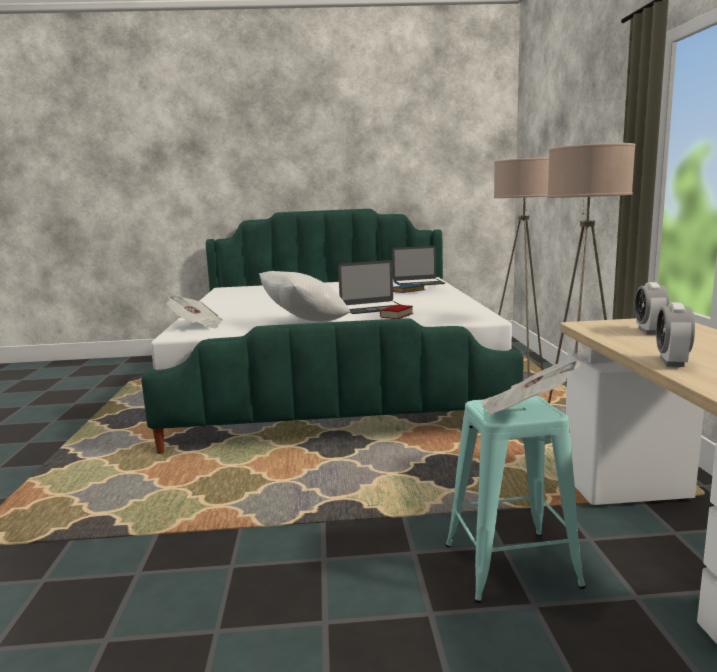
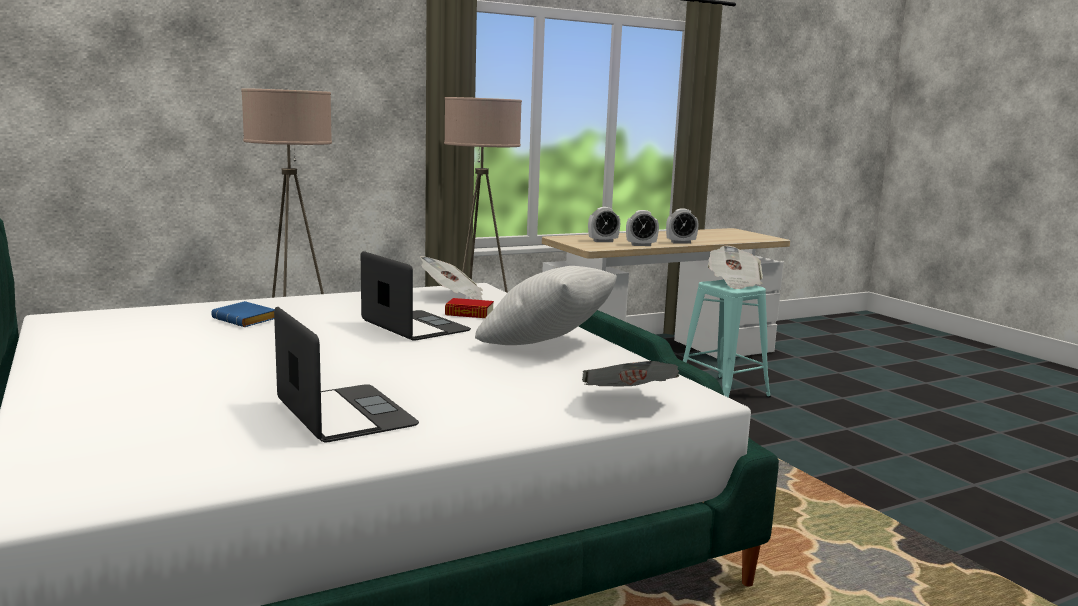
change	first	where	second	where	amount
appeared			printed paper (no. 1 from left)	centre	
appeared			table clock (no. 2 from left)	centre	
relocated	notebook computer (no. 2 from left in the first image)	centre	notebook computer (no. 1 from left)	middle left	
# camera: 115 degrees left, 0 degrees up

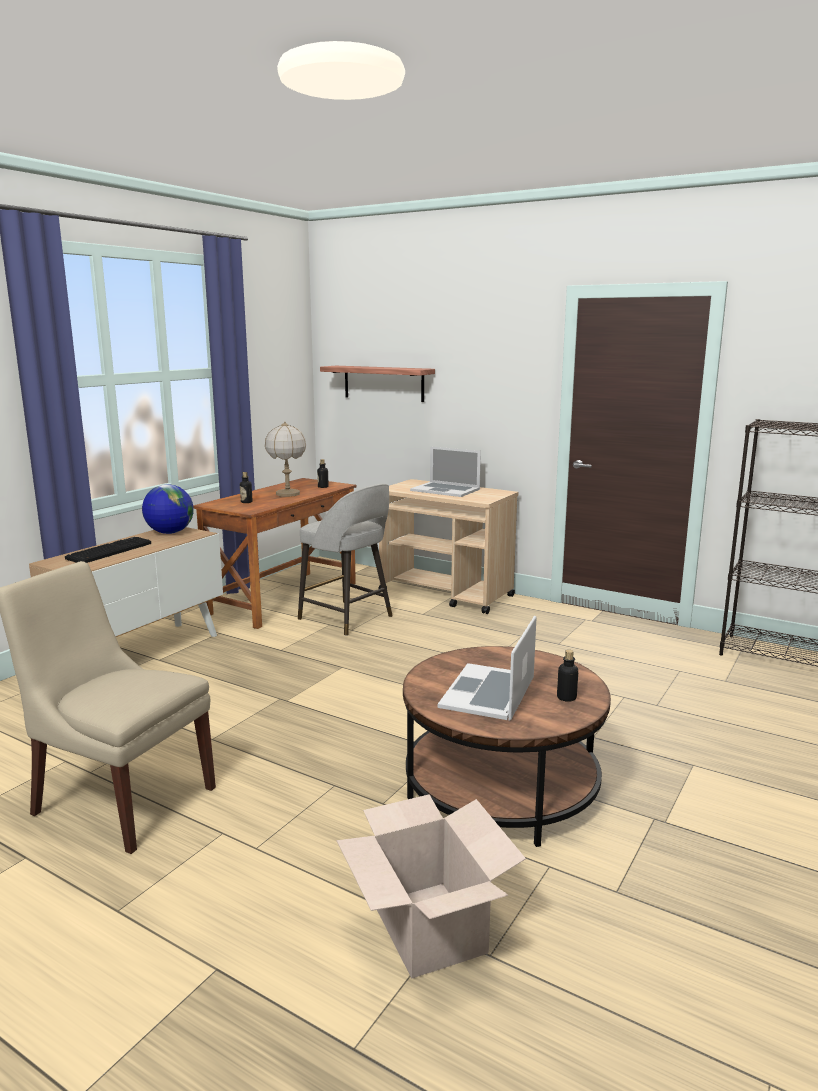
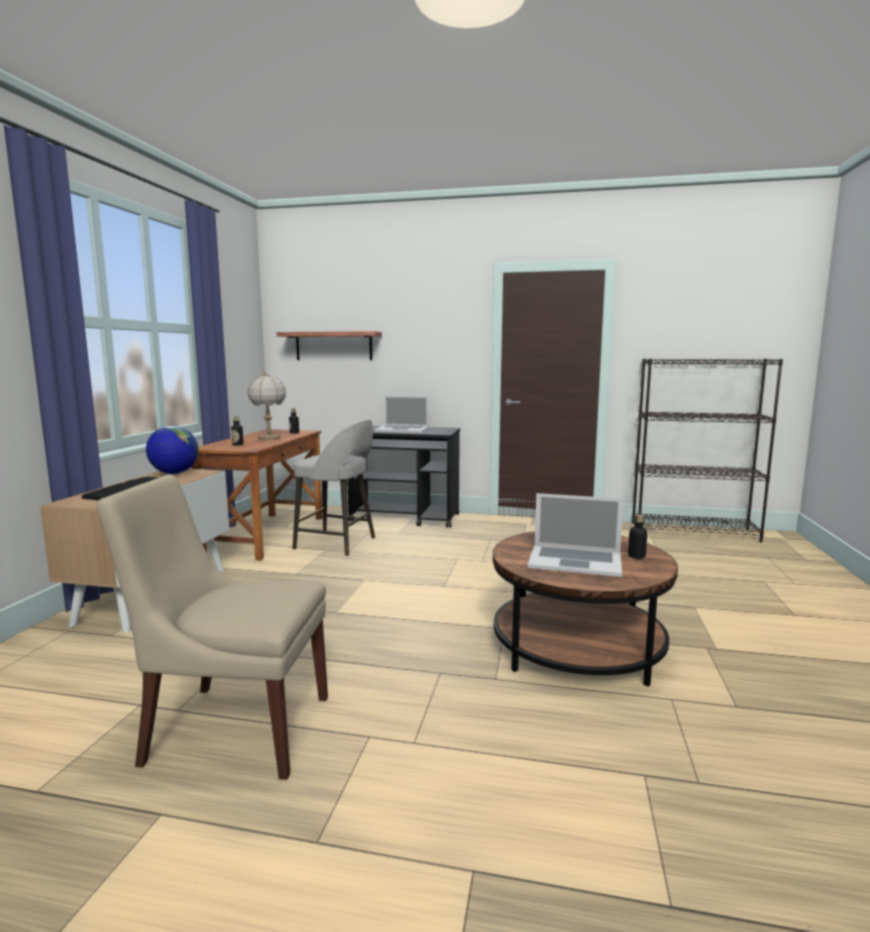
change	first	where	second	where	amount
missing	cardboard box	bottom centre			
colour	sand-coloured trolley	centre	blackish trolley	centre	
spun	notebook computer (no. 2 from left)	centre		centre	75 degrees counterclockwise
# camera: 20 degrees left, 5 degrees down

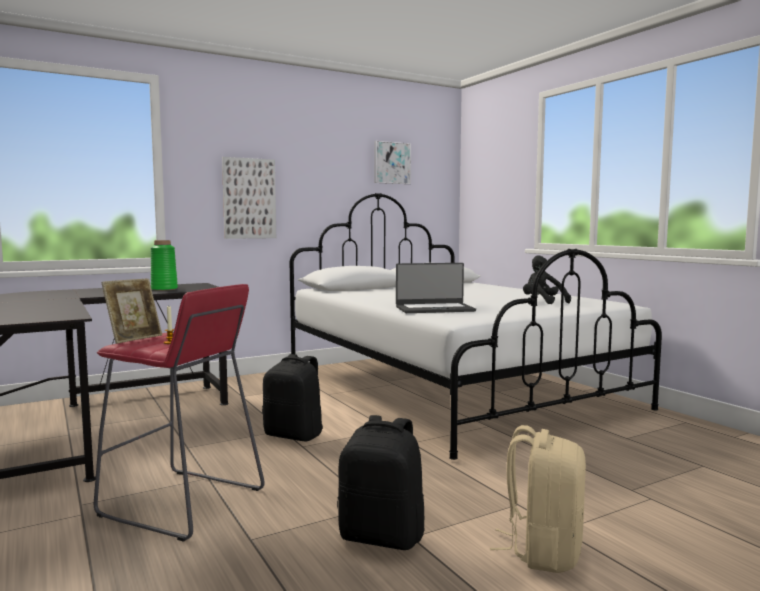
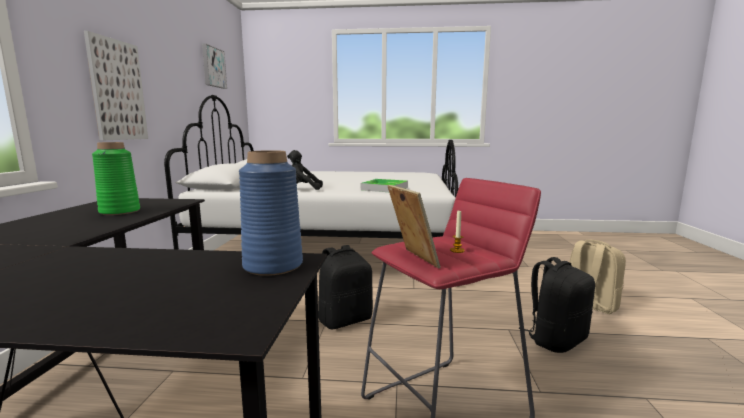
change	first	where	second	where	amount
appeared			blue vase	centre	
relocated	blackish soft toy	middle right		centre	
exchanged	notebook computer	centre	carrying tray	centre	
# camera: 55 degrees left, 5 degrees up

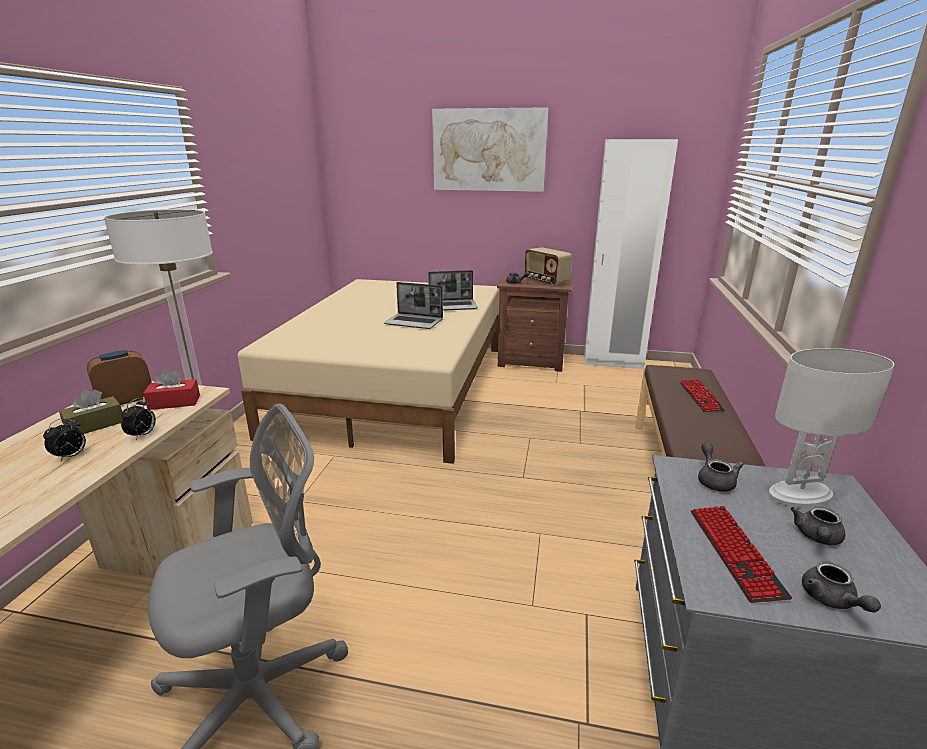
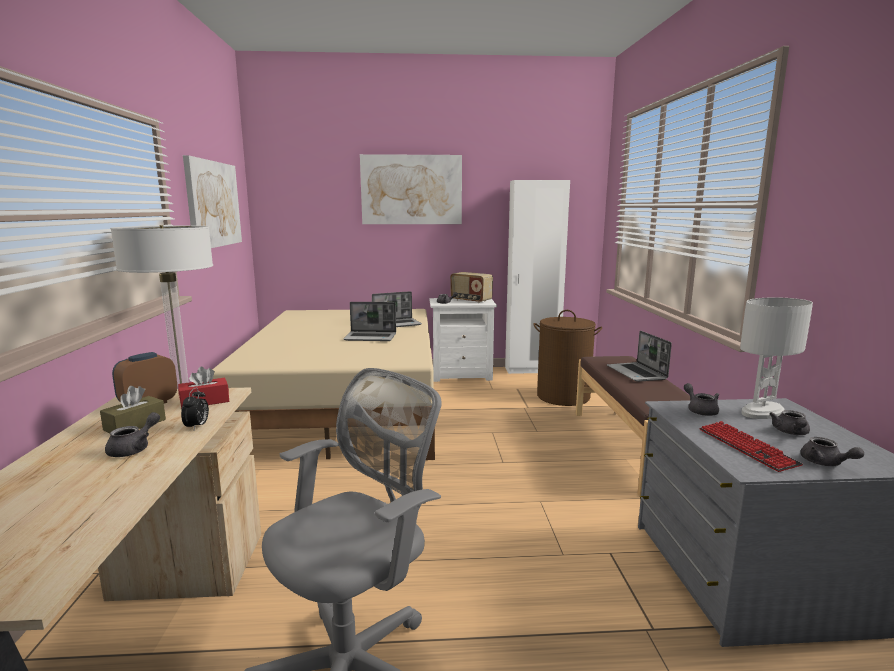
change	first	where	second	where	amount
appeared			wall art (no. 1 from left)	top left	
appeared			brown hamper	centre	
exchanged	table clock (no. 1 from left)	middle left	grey tea pot (no. 1 from left)	middle left	
exchanged	PC keyboard (no. 1 from left)	middle right	notebook computer (no. 3 from left)	middle right	
colour	brown nightstand	centre	white nightstand	centre	
# camera: 15 degrees left, 10 degrees down

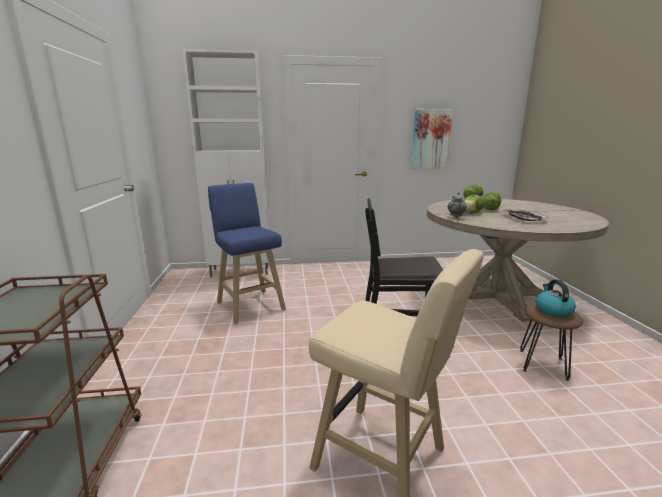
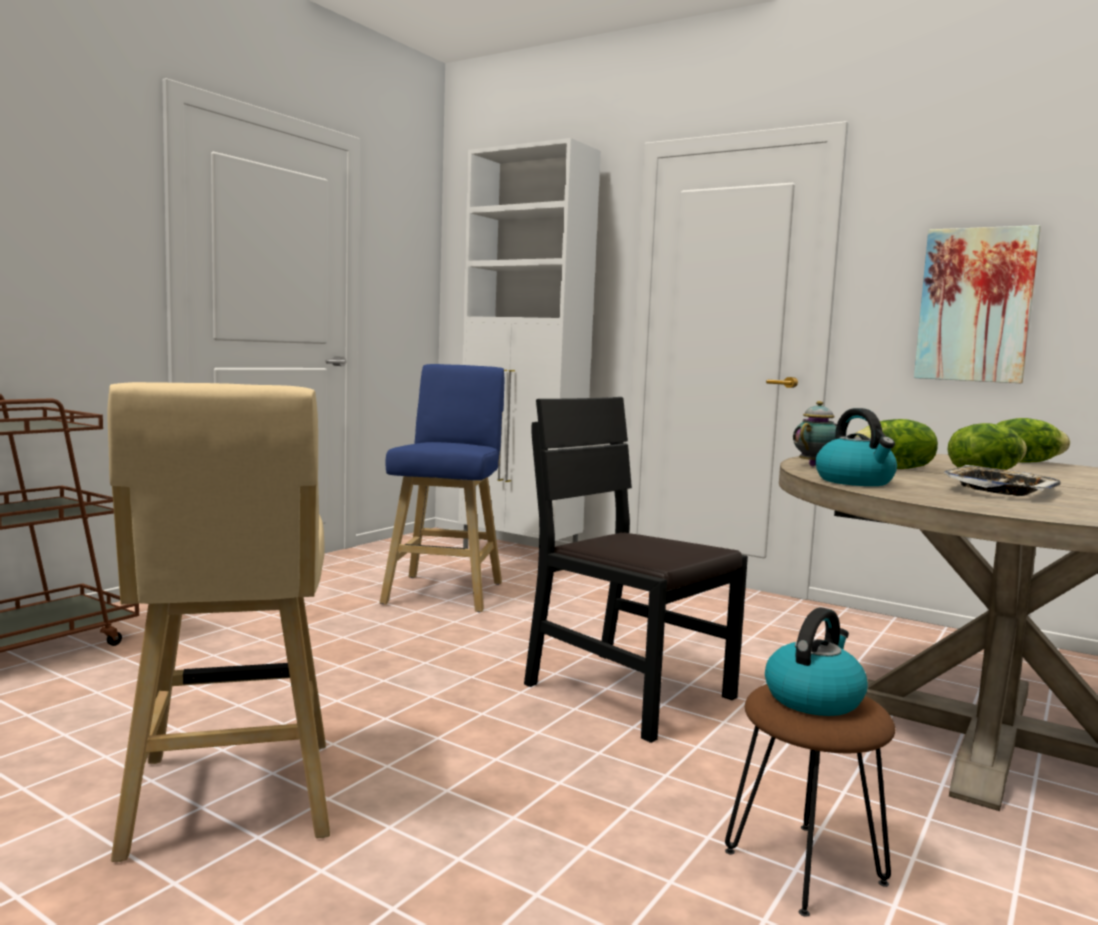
change	first	where	second	where	amount
appeared			tea kettle (no. 2 from left)	middle right	
# camera: 40 degrees right, 10 degrees down

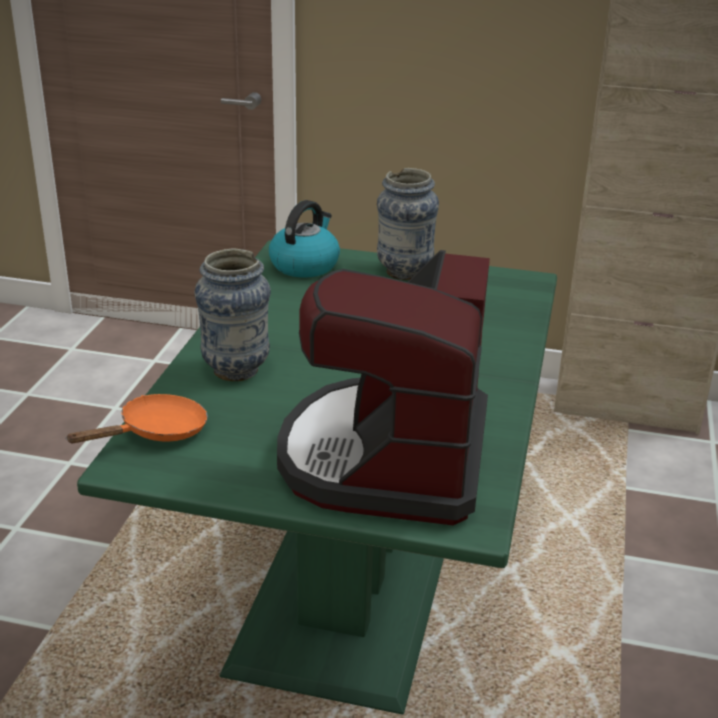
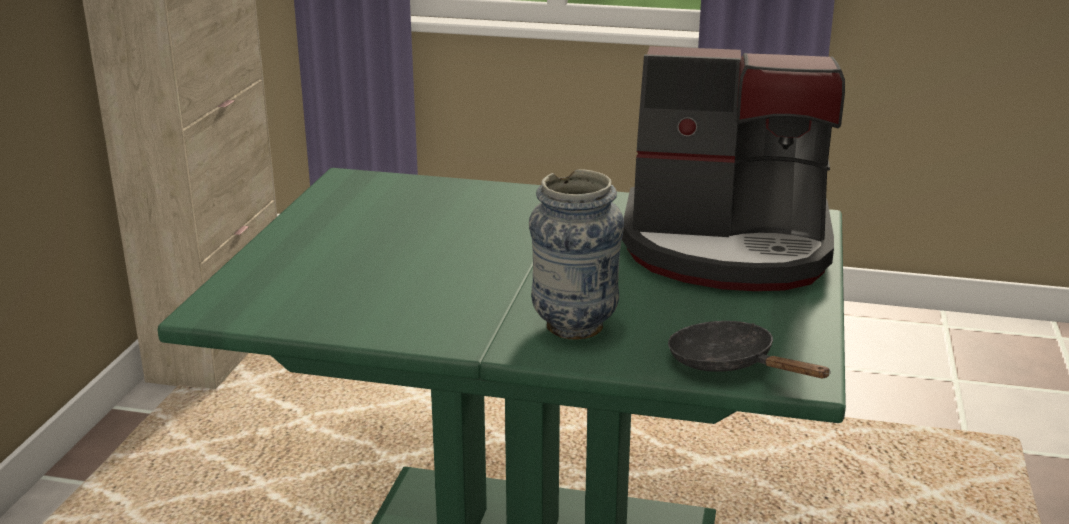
change	first	where	second	where	amount
missing	tea kettle	top centre			
missing	vase (no. 2 from left)	top centre			
colour	orange skillet	middle left	blackish skillet	middle right	
# camera: 90 degrees left, 5 degrees down

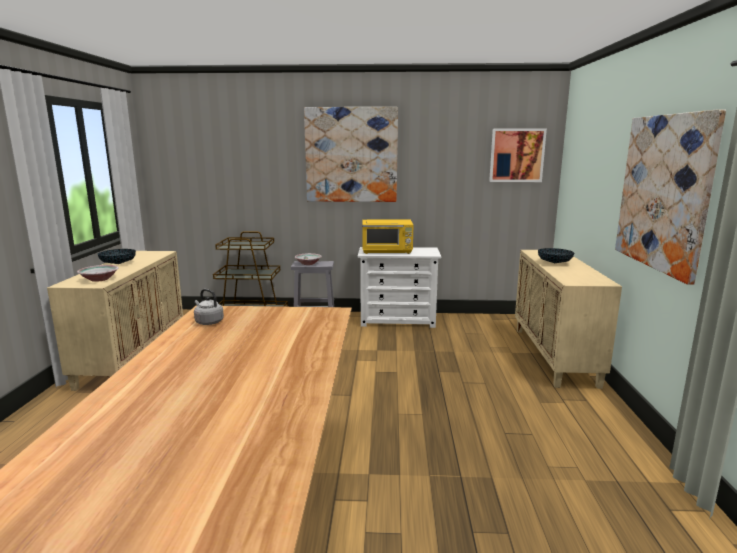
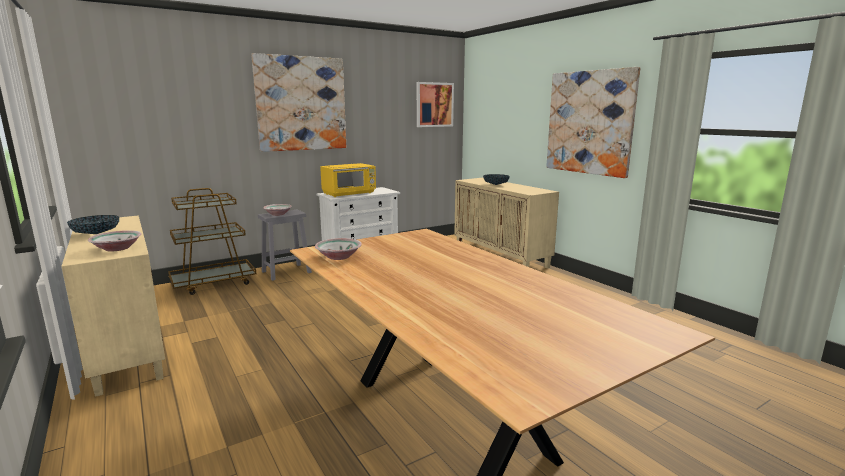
change	first	where	second	where	amount
exchanged	grey tea kettle	middle left	serving bowl (no. 4 from left)	centre	
# camera: 35 degrees left, 0 degrees up

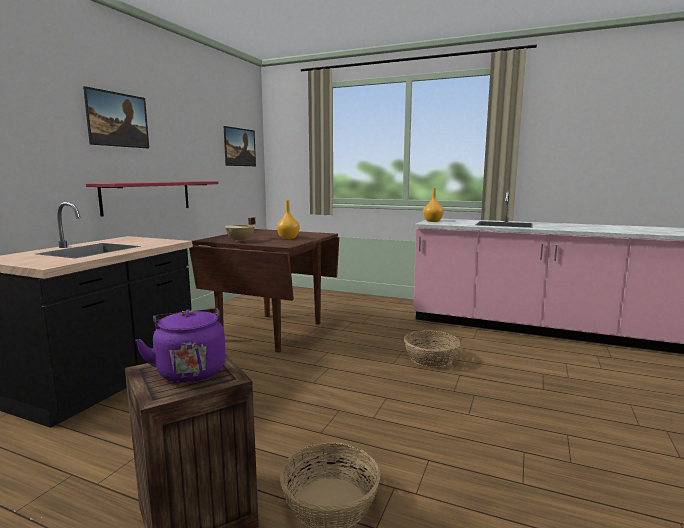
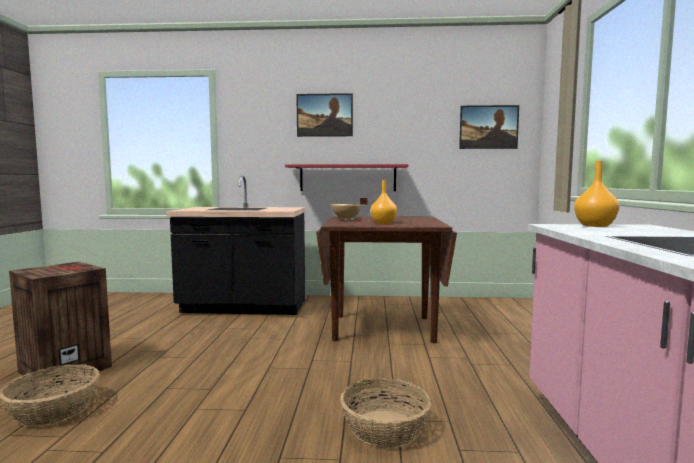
change	first	where	second	where	amount
missing	purple tea kettle	middle left			
# camera: 70 degrees right, 5 degrees down

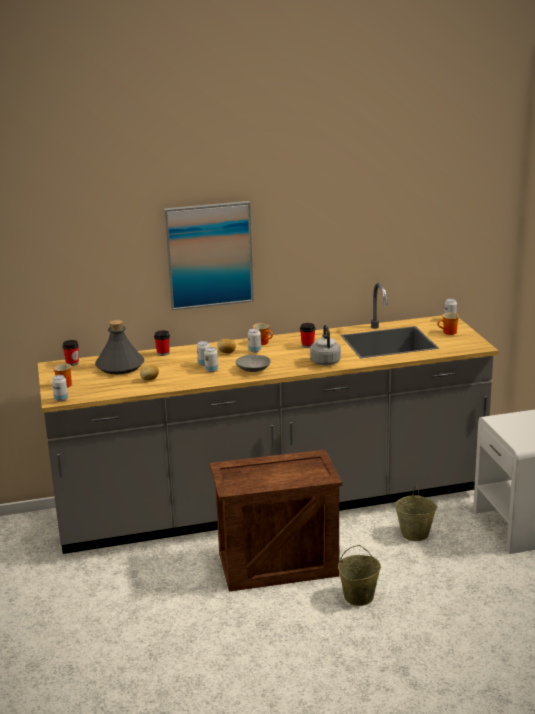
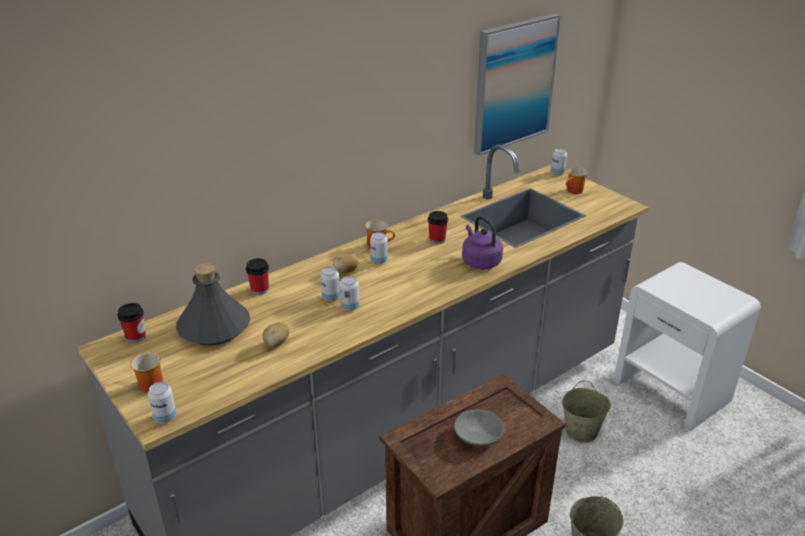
change	first	where	second	where	amount
relocated	wall art	centre		top centre	
relocated	grey serving bowl	centre		bottom centre	
colour	grey tea kettle	centre	purple tea kettle	centre	
# camera: 25 degrees left, 10 degrees up

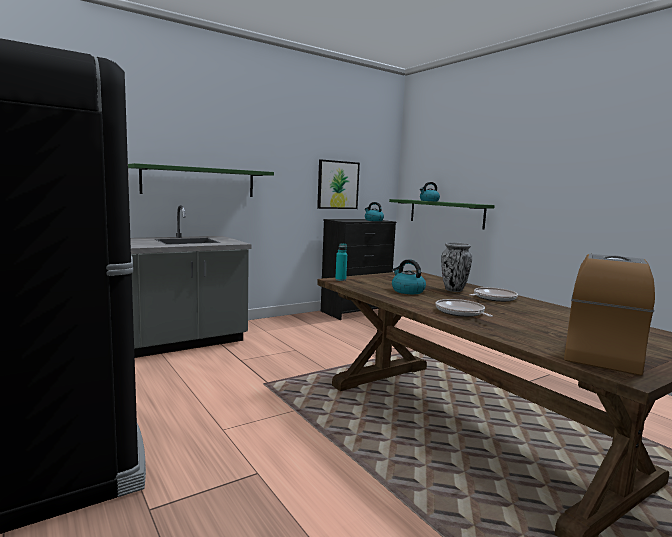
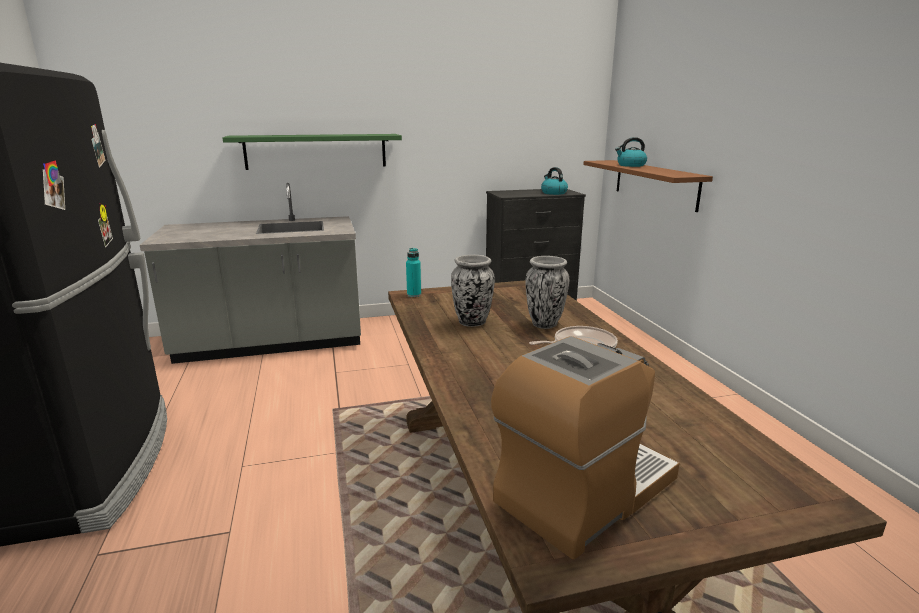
change	first	where	second	where	amount
missing	wall art	centre			
missing	skillet (no. 1 from left)	middle right			
exchanged	tea kettle (no. 2 from left)	centre	vase (no. 1 from left)	centre	
colour	greenish shelf (no. 2 from left)	centre	brown shelf	top right	
# camera: 20 degrees right, 10 degrees up

